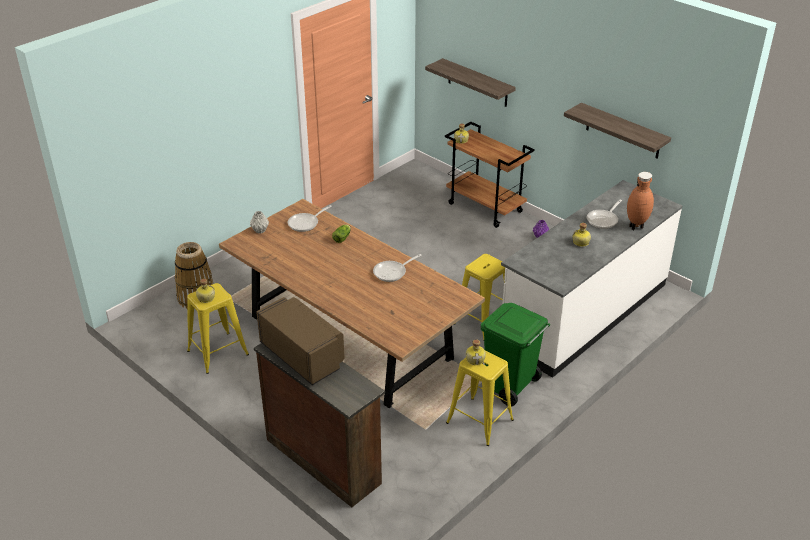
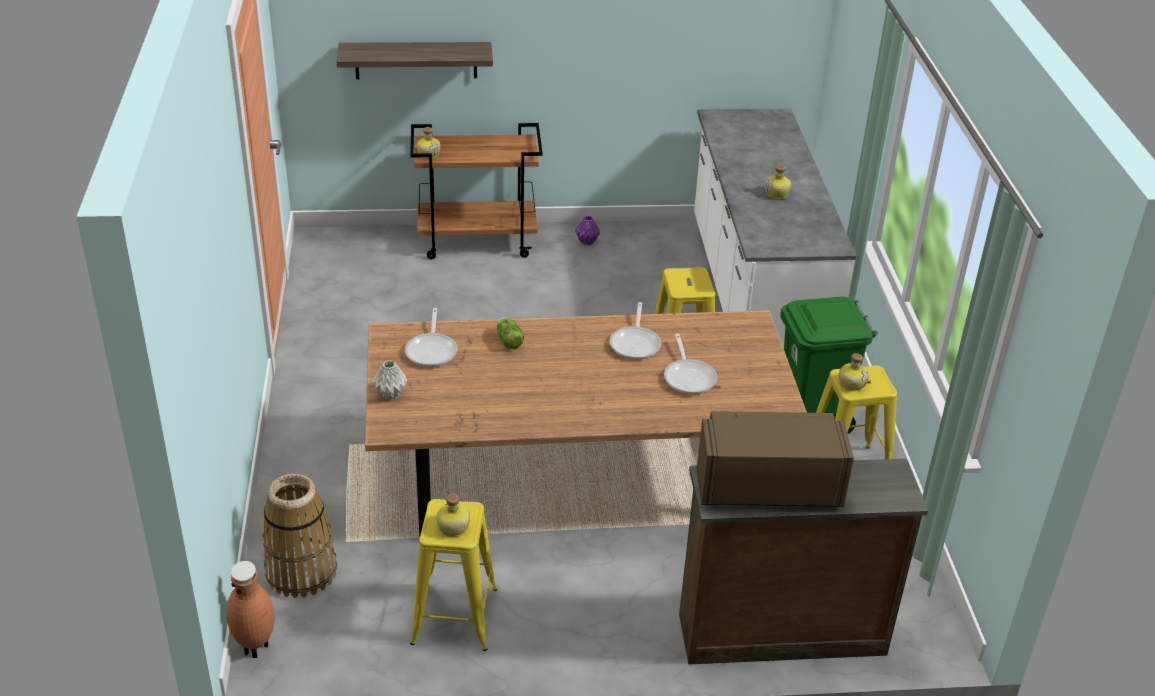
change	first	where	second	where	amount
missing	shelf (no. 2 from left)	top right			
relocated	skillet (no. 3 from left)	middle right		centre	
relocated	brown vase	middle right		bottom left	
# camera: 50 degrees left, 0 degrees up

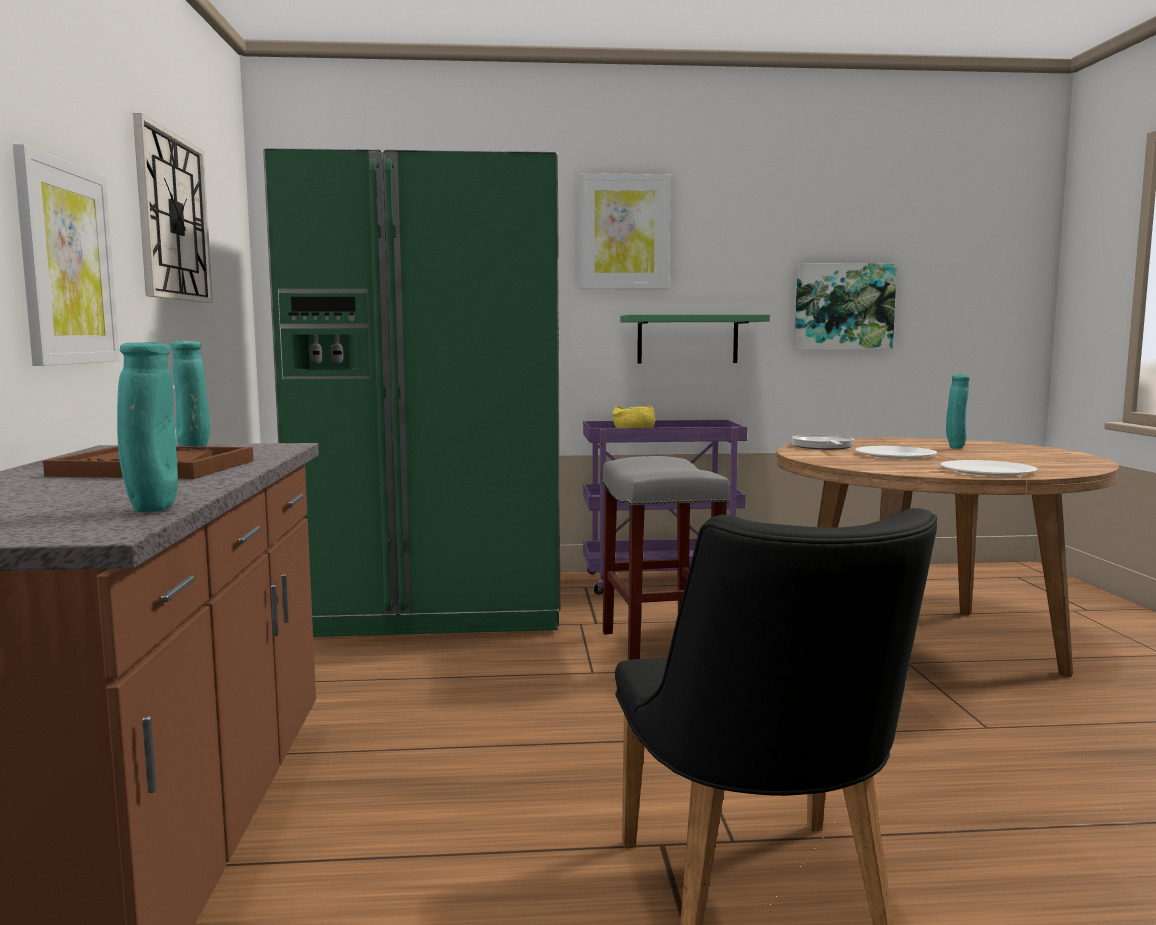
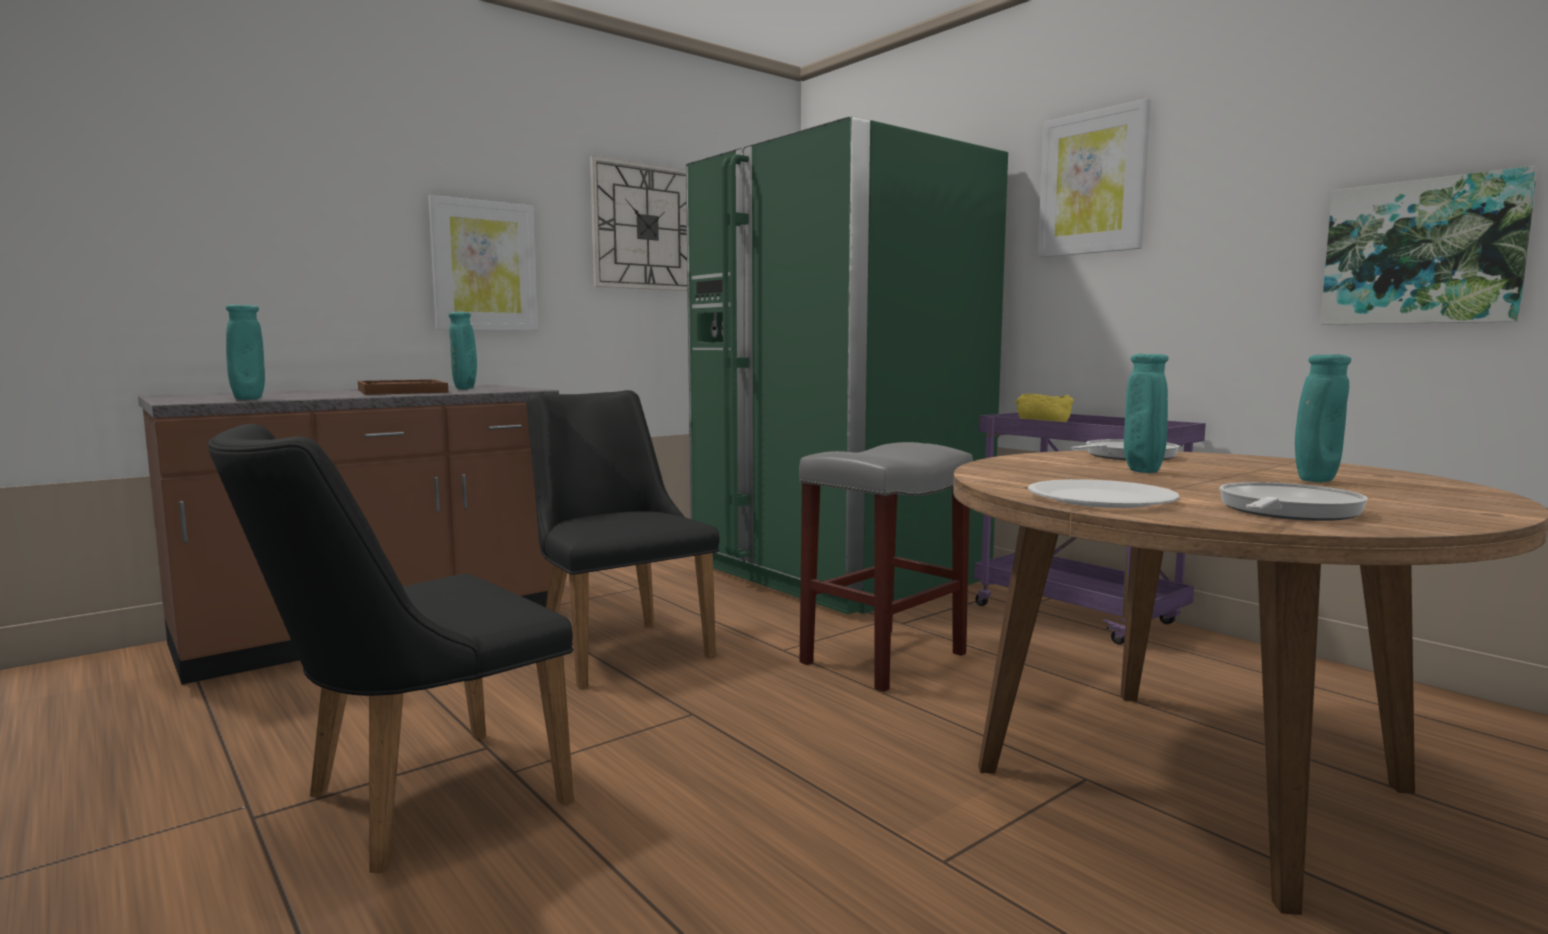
change	first	where	second	where	amount
missing	greenish shelf	centre			
appeared			blackish upright chair (no. 2 from left)	centre	
appeared			skillet (no. 2 from left)	middle right	
exchanged	white flat dish (no. 1 from left)	middle right	blue-green vase (no. 3 from left)	middle right	
# camera: 55 degrees right, 0 degrees up

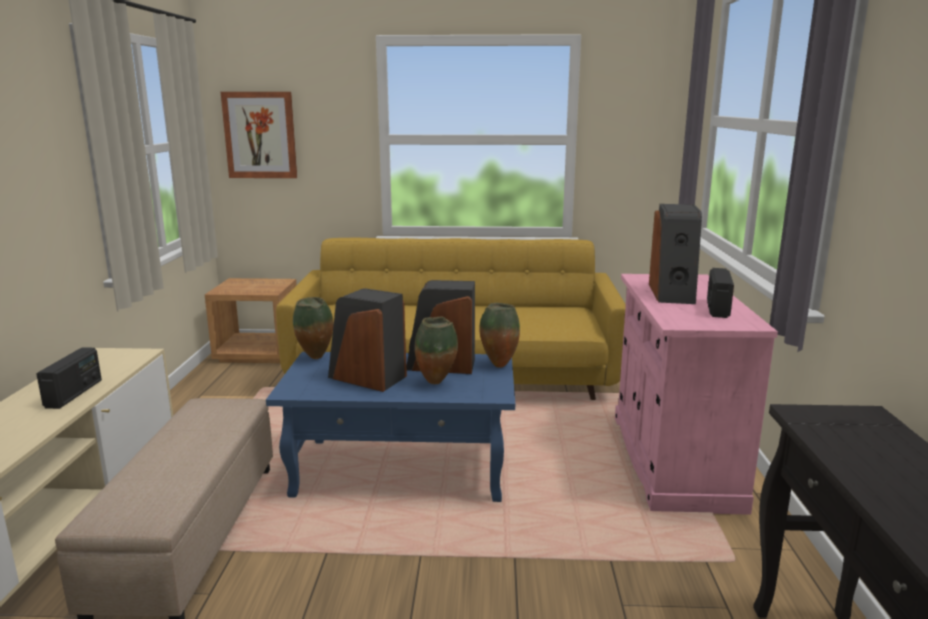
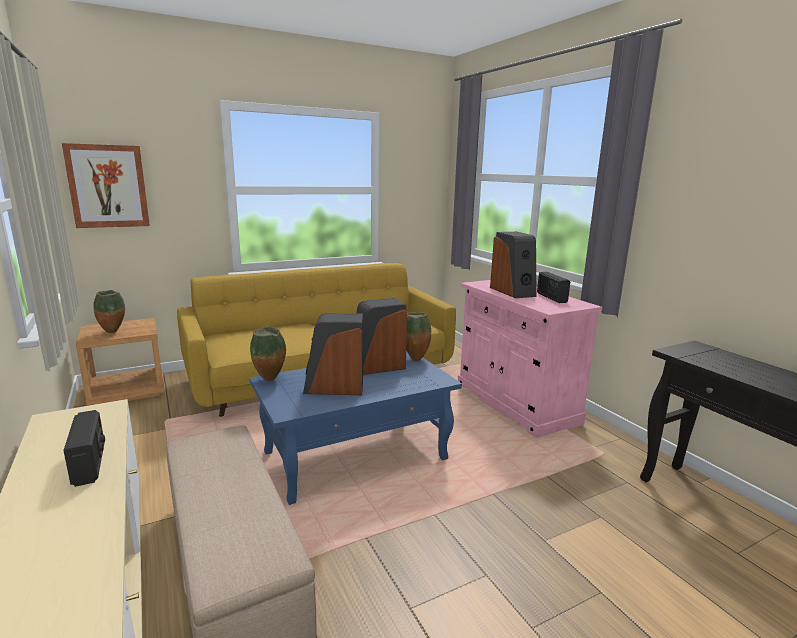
change	first	where	second	where	amount
relocated	vase (no. 2 from left in the first image)	centre	vase (no. 1 from left)	middle left	
# camera: 30 degrees left, 0 degrees up

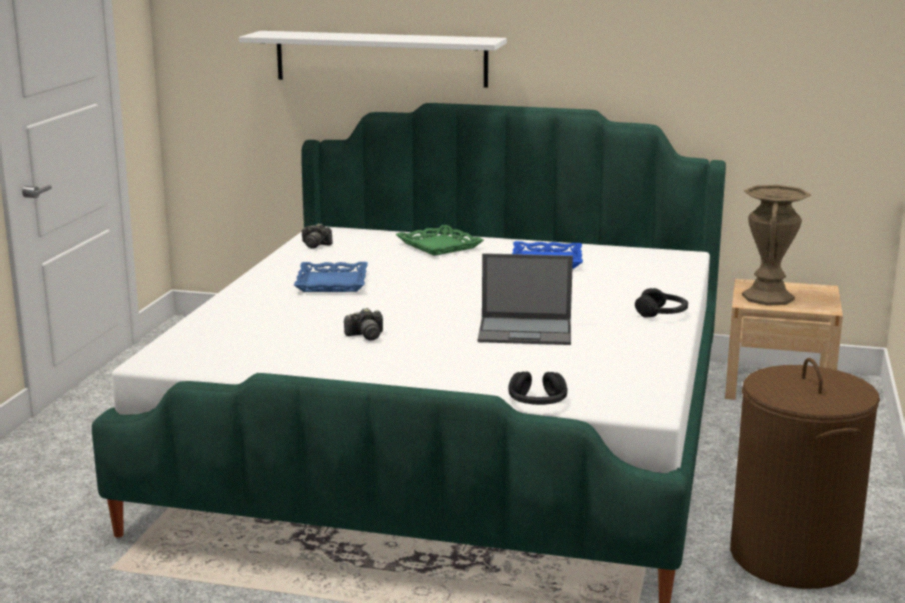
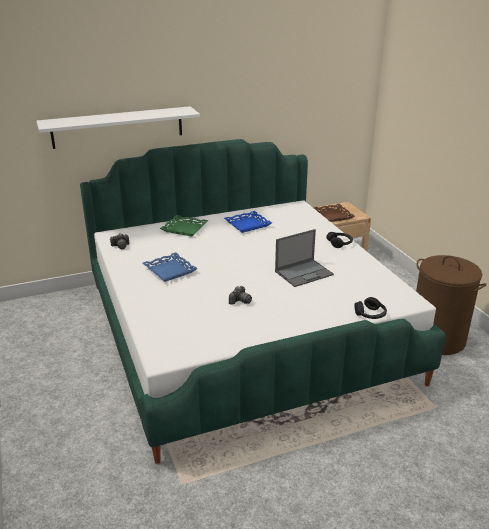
change	first	where	second	where	amount
exchanged	brown vase	middle right	brown carrying tray	middle right	
# camera: 35 degrees left, 10 degrees up

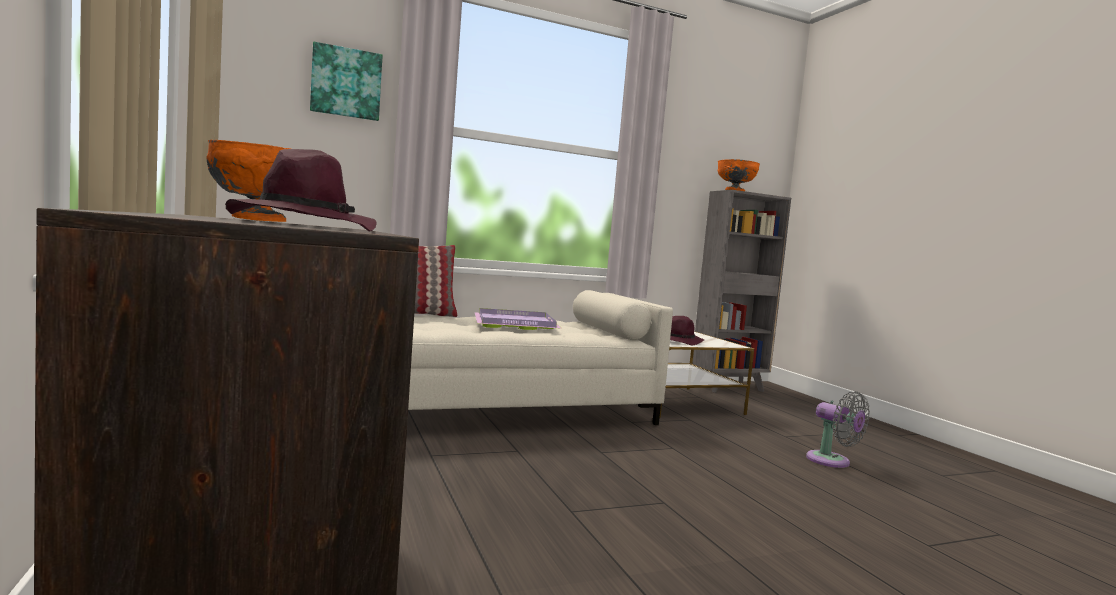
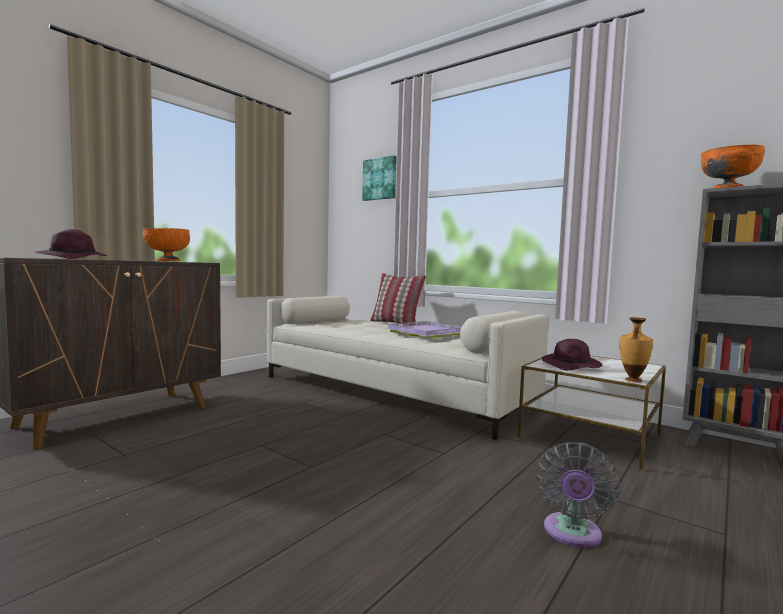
change	first	where	second	where	amount
appeared			vase	middle right	
# camera: 60 degrees right, 0 degrees up

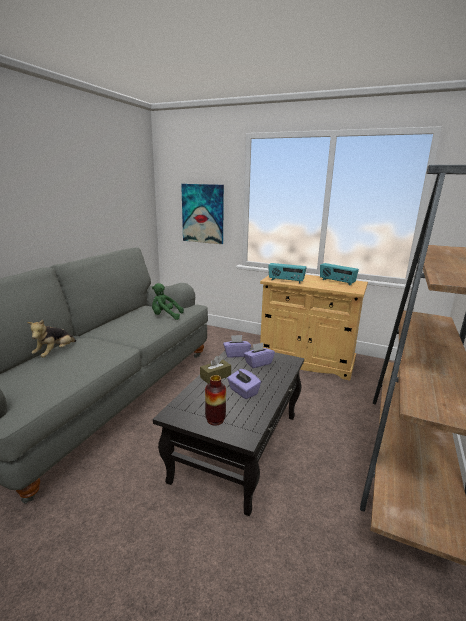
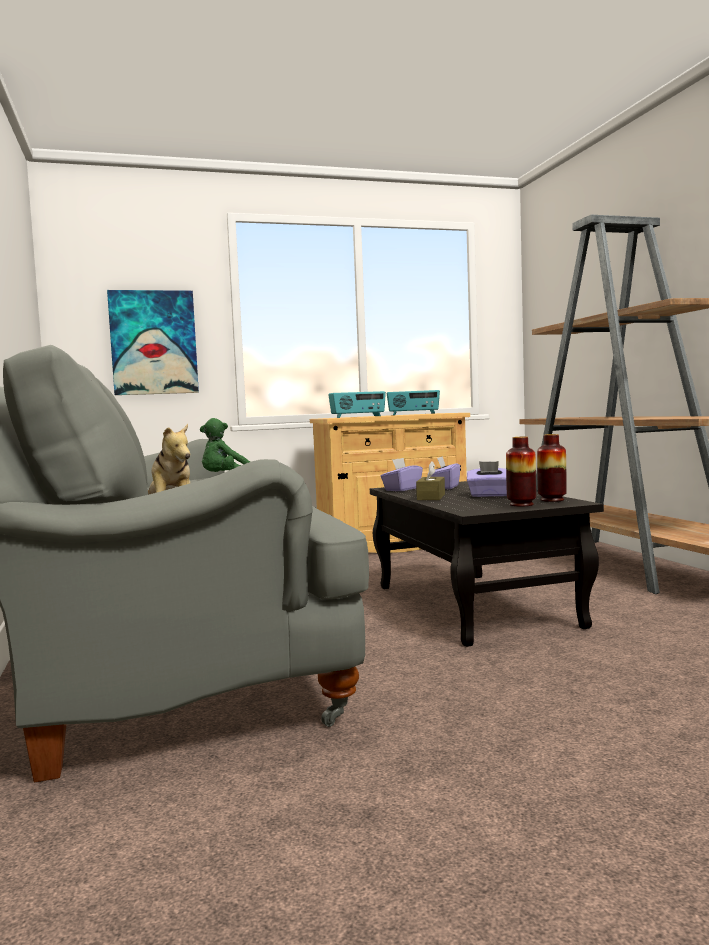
change	first	where	second	where	amount
appeared			vase (no. 2 from left)	middle right	
# camera: 40 degrees left, 15 degrees down

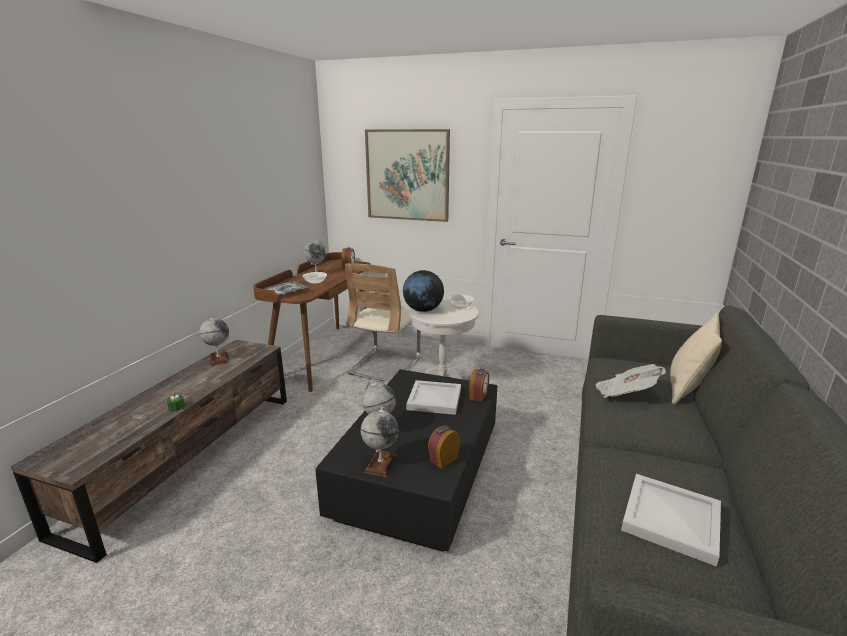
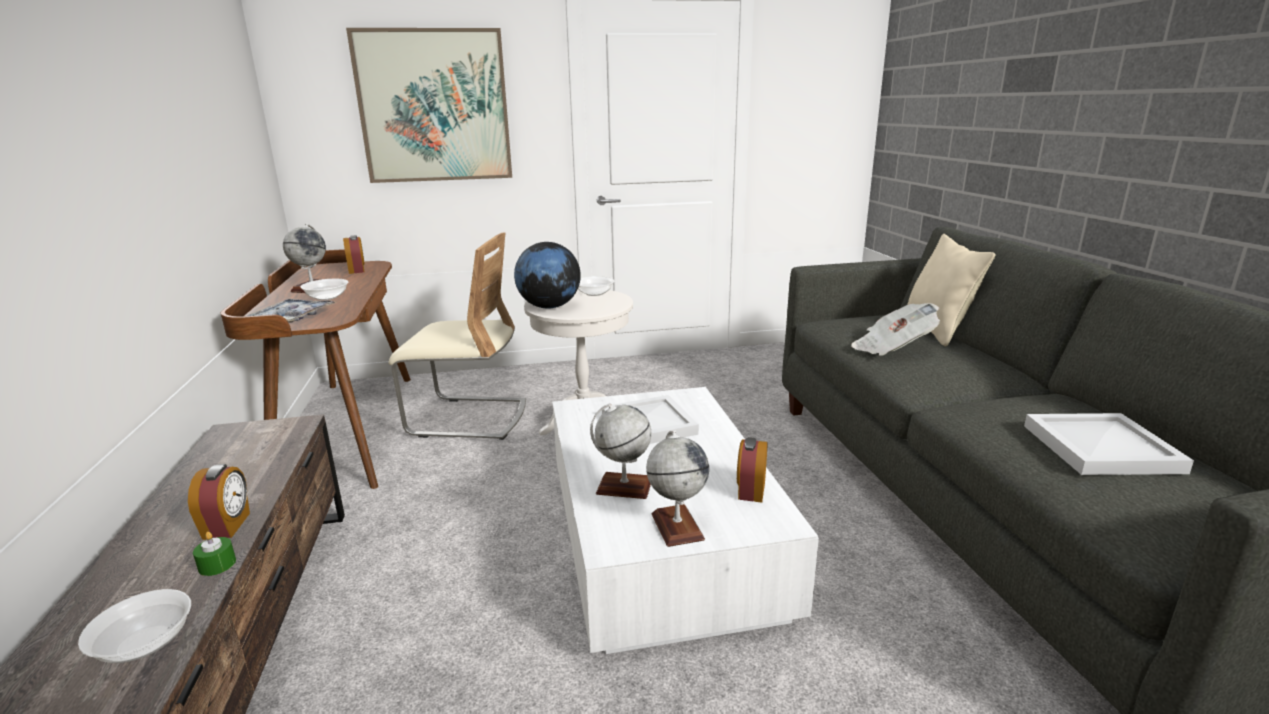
change	first	where	second	where	amount
missing	world globe (no. 1 from left)	middle left			
appeared			serving bowl (no. 1 from left)	bottom left	
relocated	table clock (no. 3 from left in the first image)	centre	table clock (no. 1 from left)	bottom left	
colour	blackish coffee table	bottom centre	white coffee table	bottom centre	
spun	sand-coloured upright chair	centre		centre	75 degrees counterclockwise
# camera: 30 degrees left, 0 degrees up

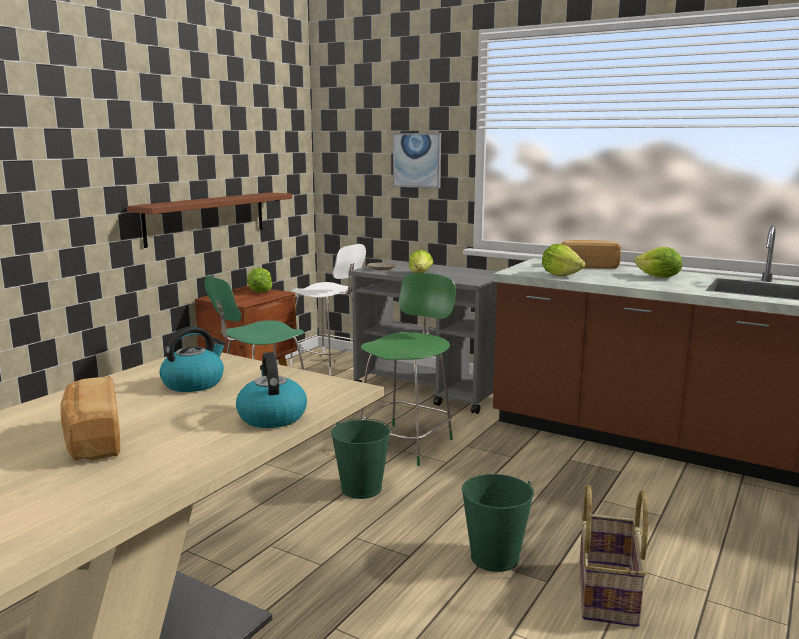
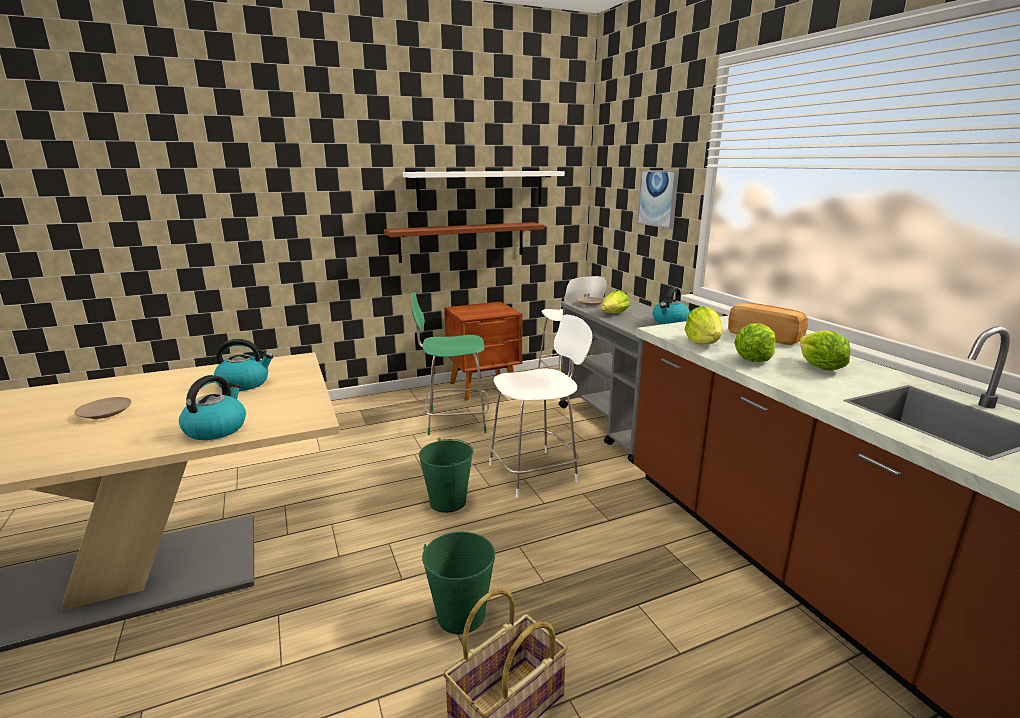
change	first	where	second	where	amount
appeared			white shelf	top centre	
appeared			tea kettle (no. 3 from left)	centre	
relocated	lettuce head (no. 1 from left in the first image)	middle left	lettuce head (no. 3 from left)	middle right	
exchanged	bread (no. 1 from left)	middle left	sand-coloured flat dish (no. 1 from left)	middle left	
colour	greenish upright chair (no. 2 from left)	centre	white upright chair (no. 1 from left)	centre	
# camera: 35 degrees right, 5 degrees up

